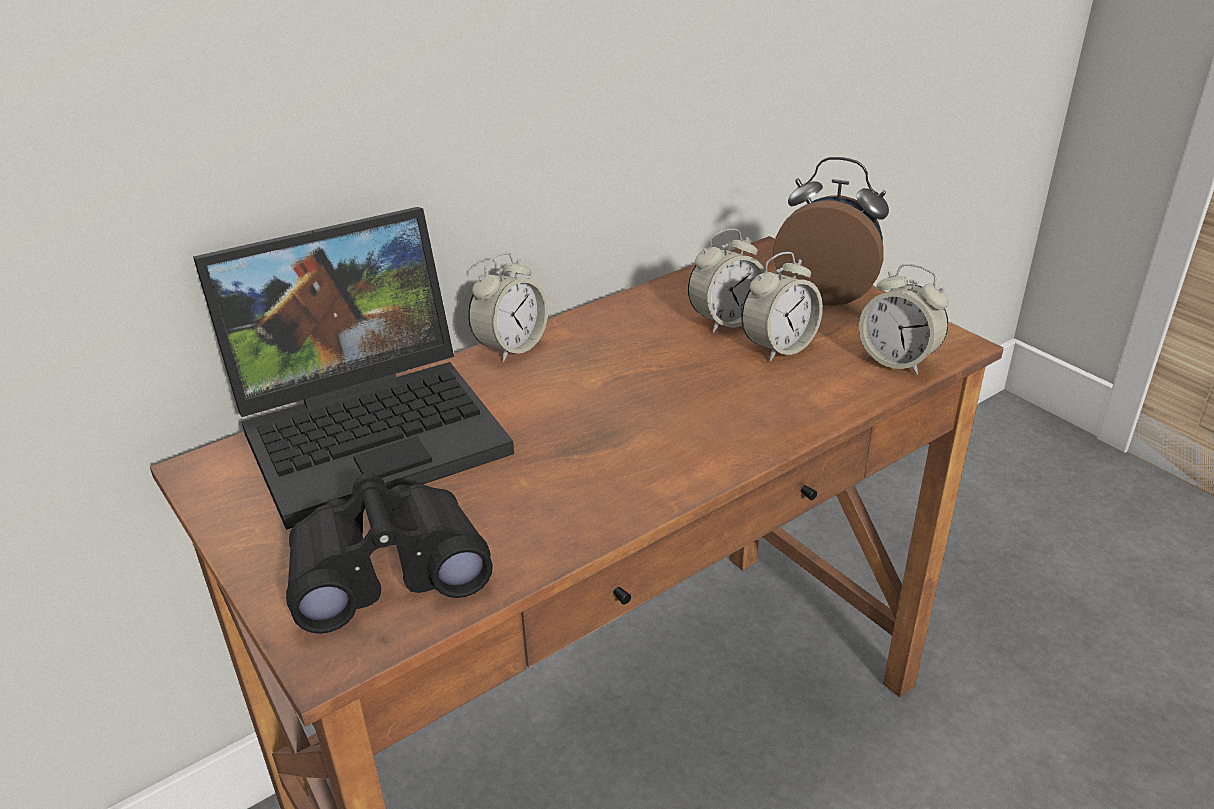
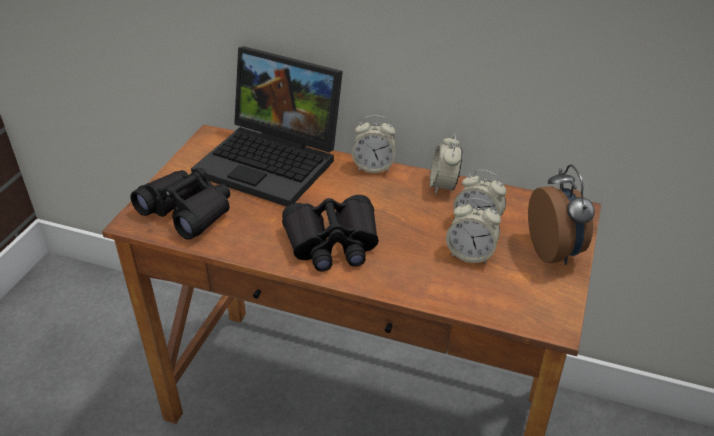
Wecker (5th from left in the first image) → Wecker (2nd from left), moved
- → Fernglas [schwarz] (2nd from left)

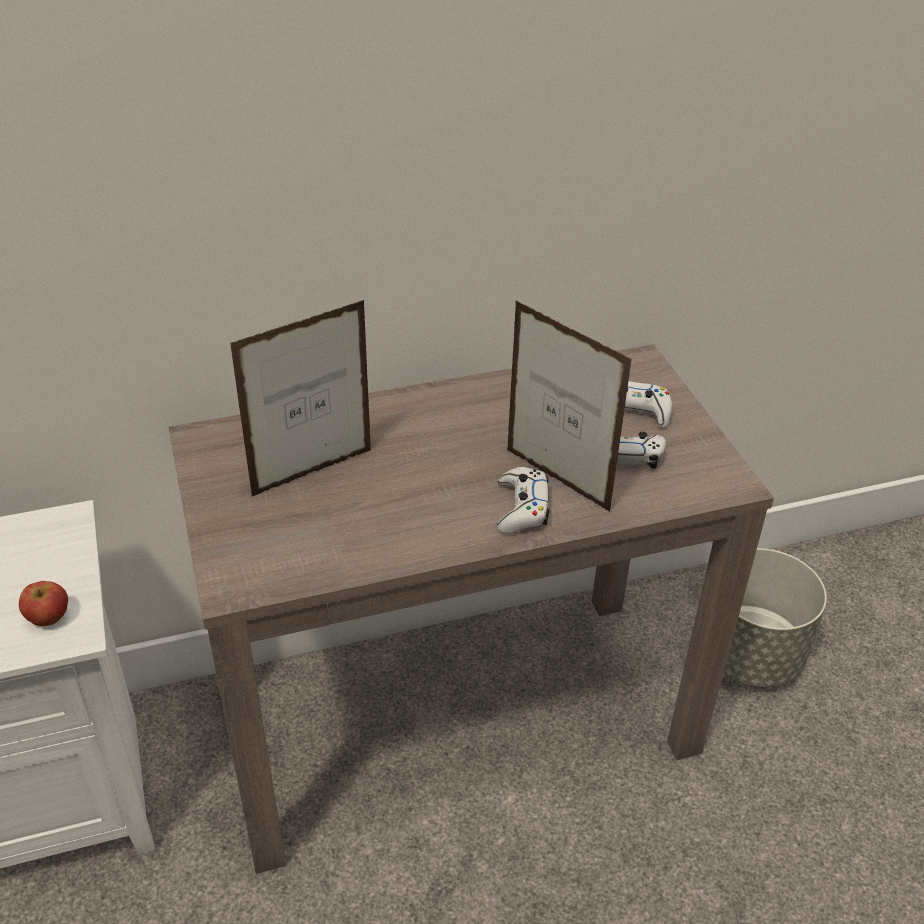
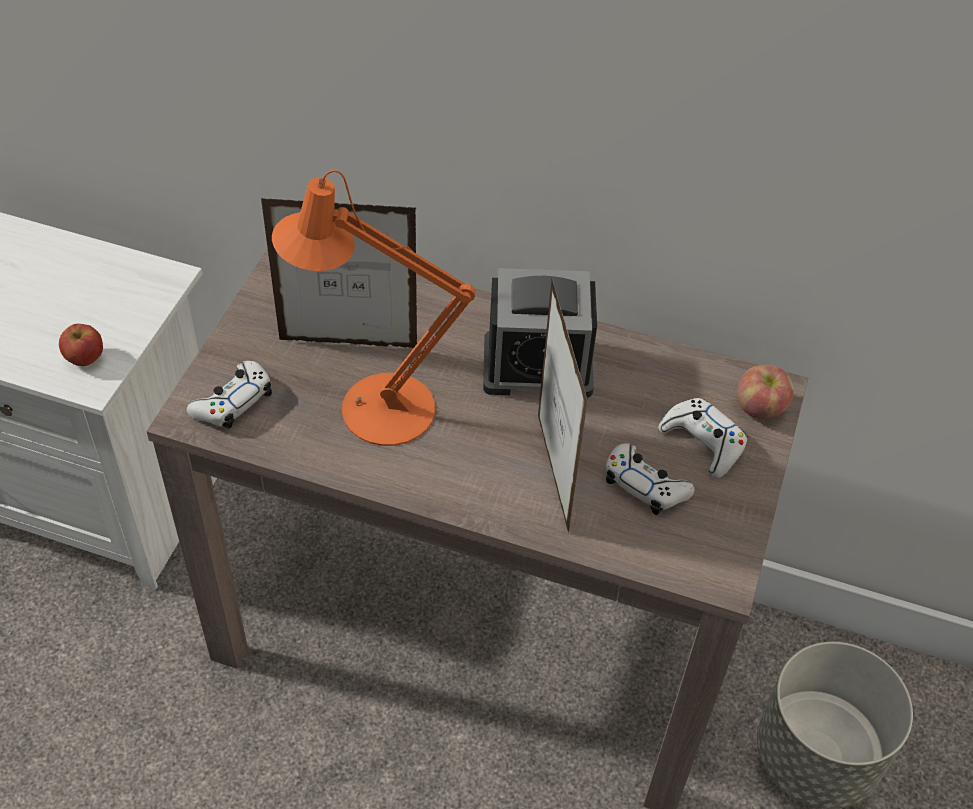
Gamepad [weiß] (1st from left), moved
- → Tischlampe [orange]
- → Wecker
- → Apfel (2nd from left)

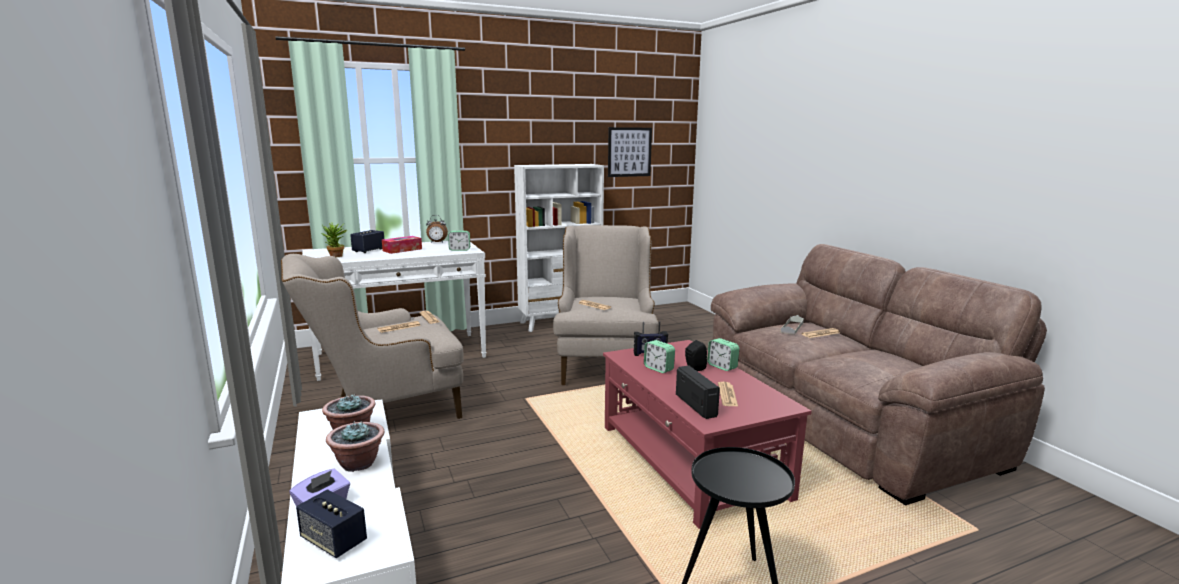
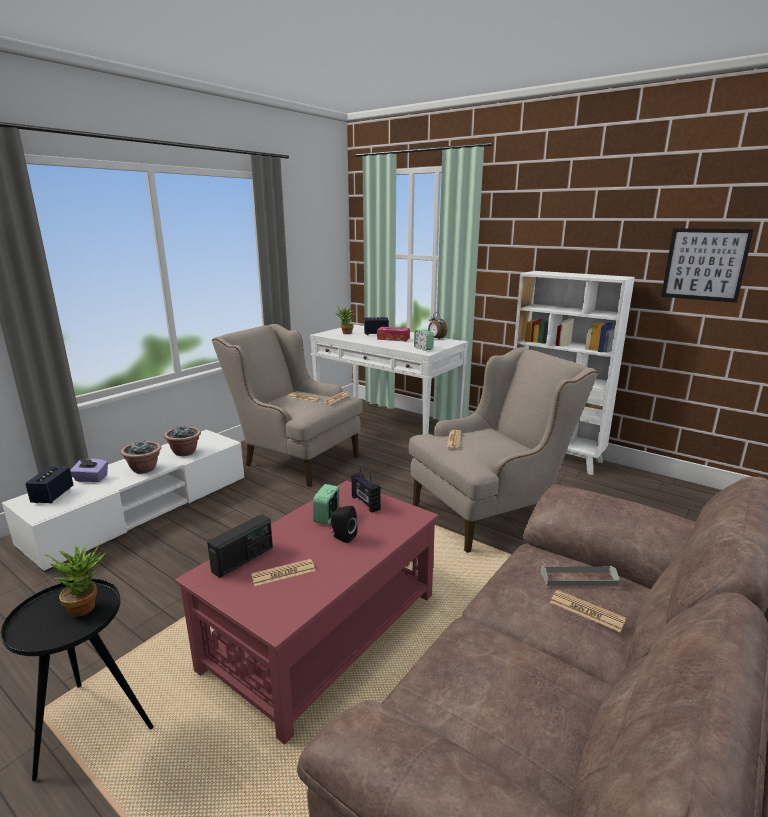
Wecker (4th from left) → -
- → Topfpflanze (1st from left)

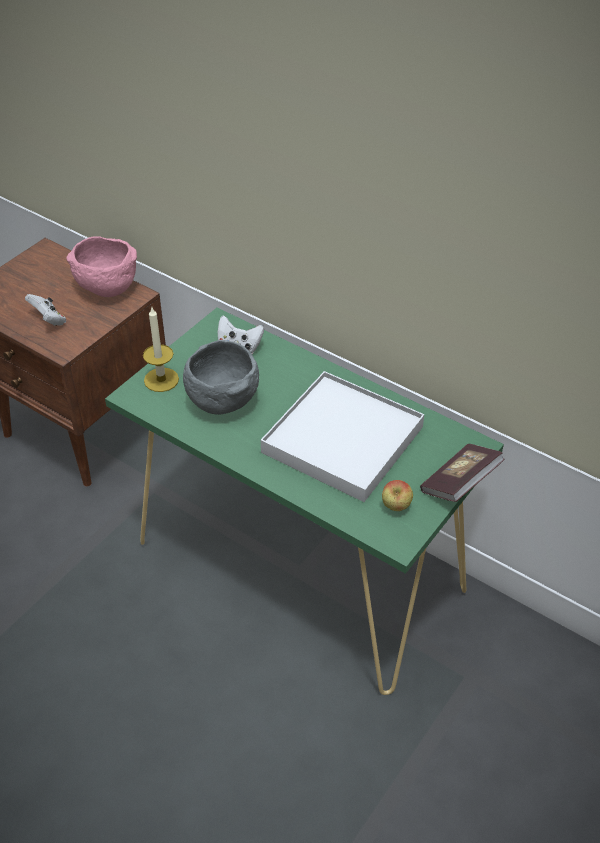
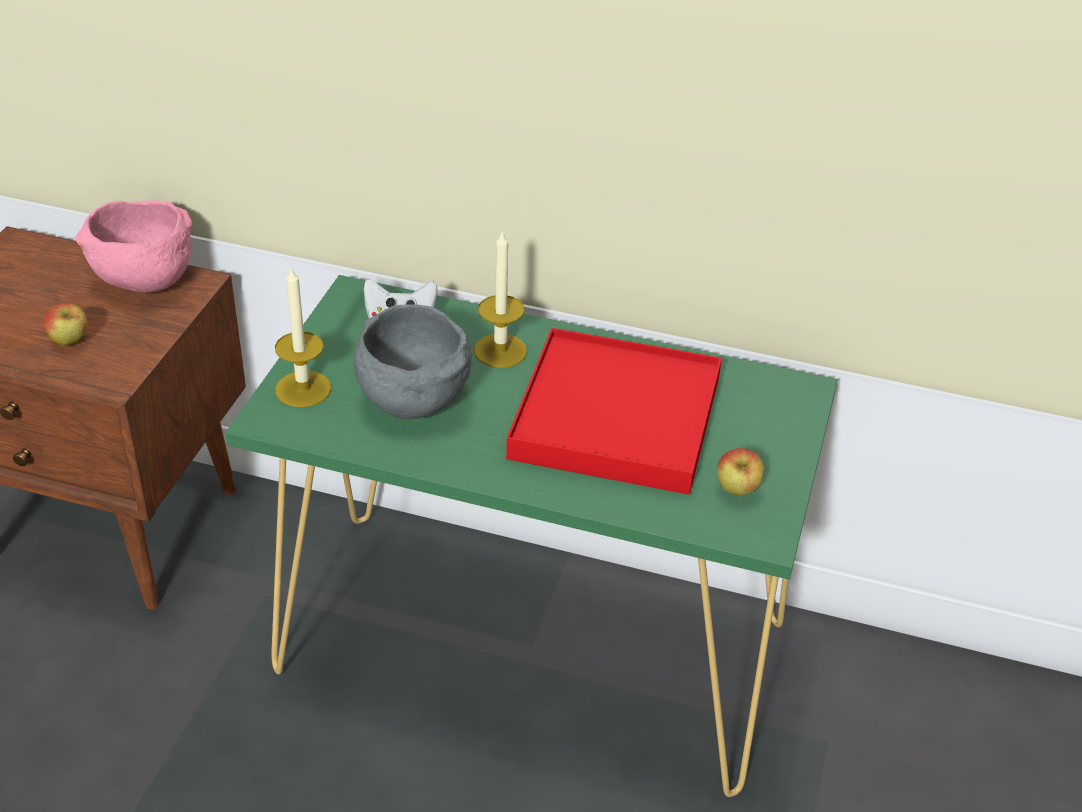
Gamepad [weiß] (1st from left) → Apfel (1st from left)
Tablett [weiß] → Tablett [rot]
Buch → -
- → Kerze (2nd from left)

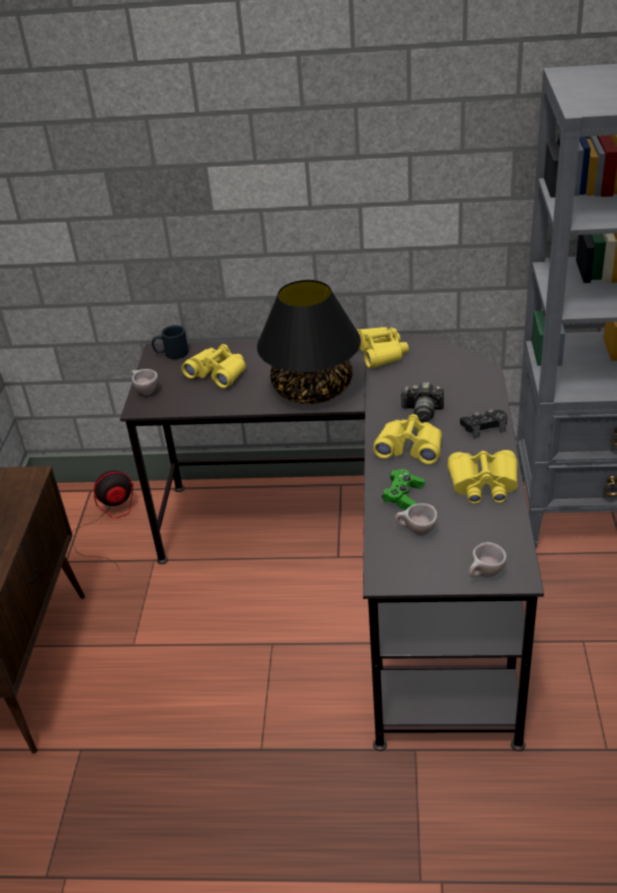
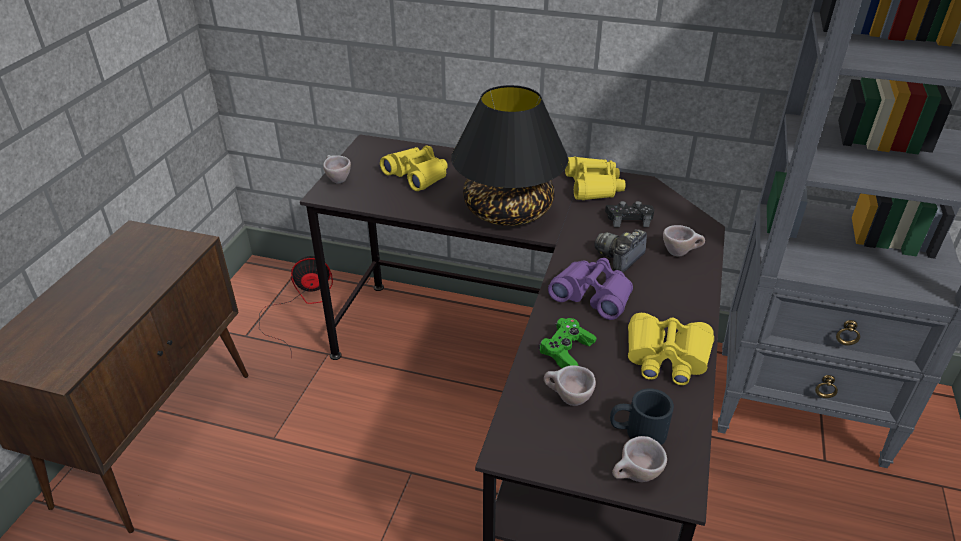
Henkelbecher [schwarz], moved
Kamera, 105 degrees clockwise
Gamepad [schwarz], moved
Fernglas [gelb] (3rd from left) → Fernglas [lila]
- → Tasse [beige] (4th from left)

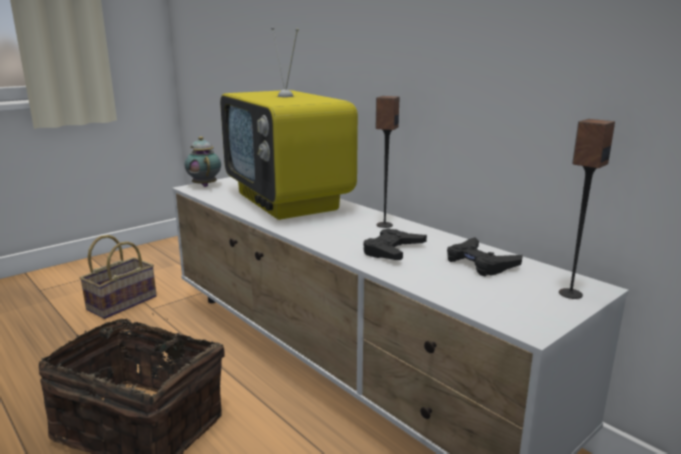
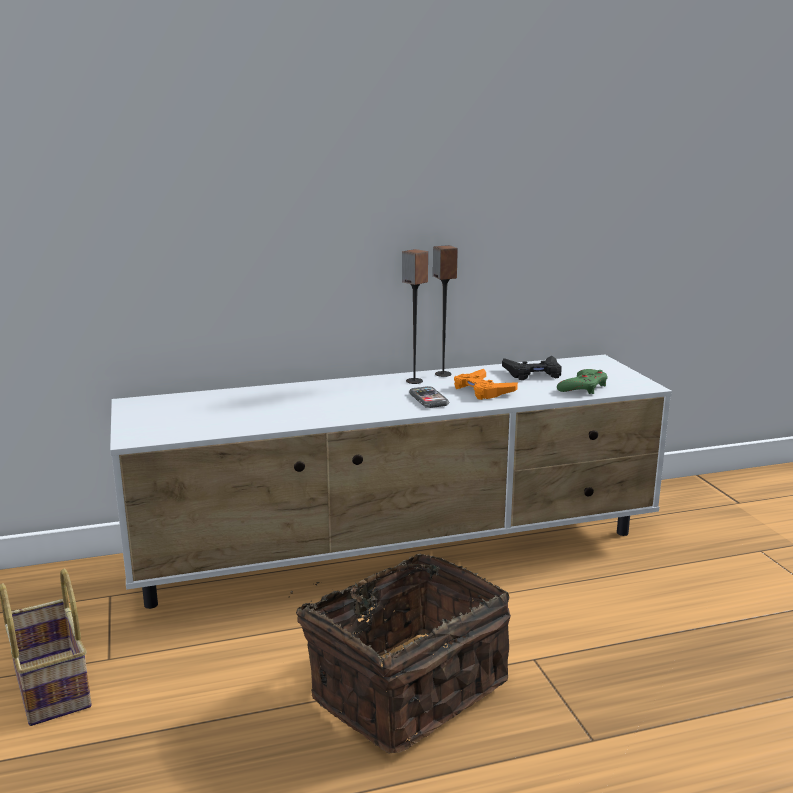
Fernseher → -
Lautsprecher (2nd from left), moved
Teekanne → -
Gamepad [schwarz] (1st from left) → Gamepad [orange]
- → Gamepad [grün]
- → Handy

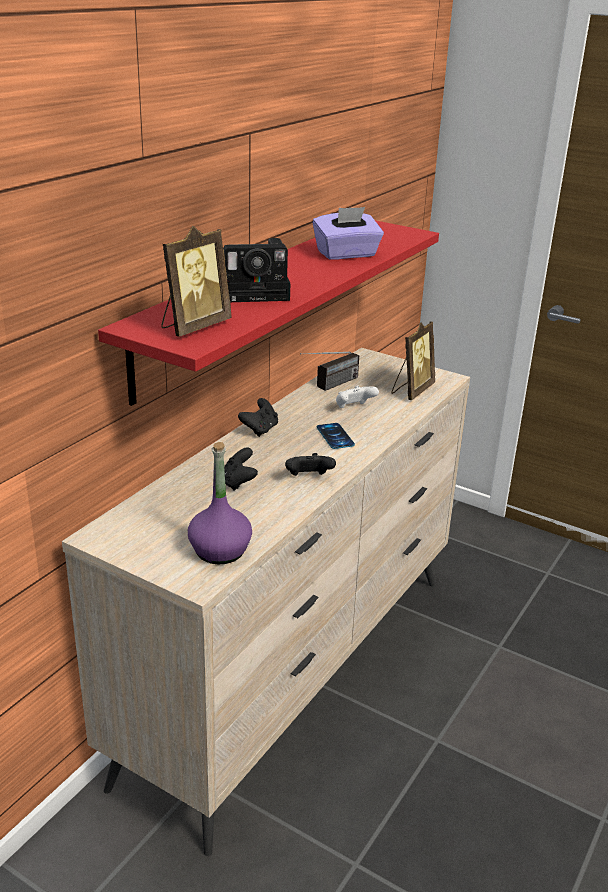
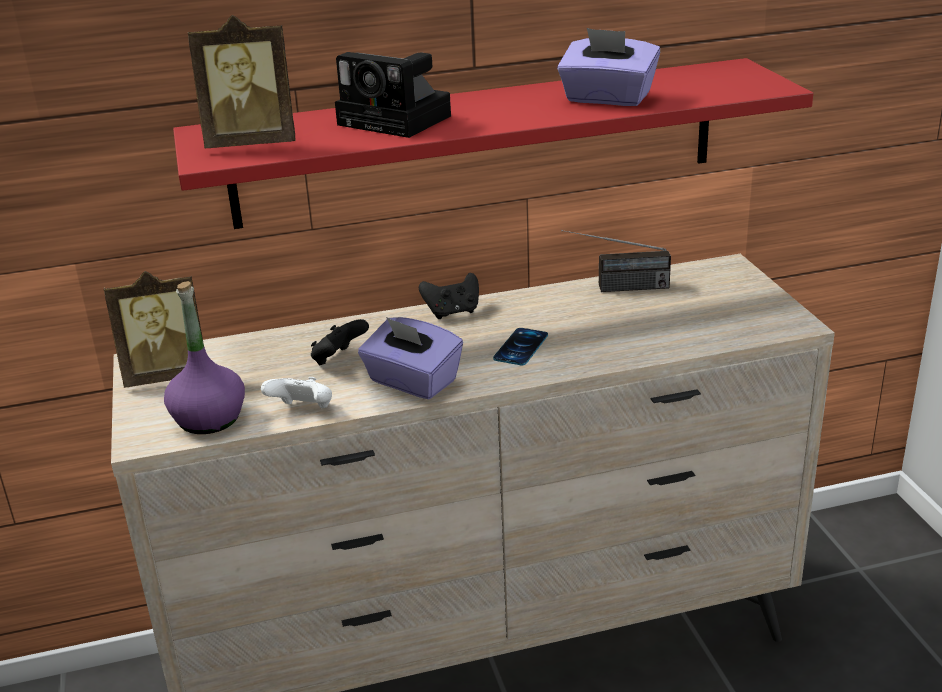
Bilderrahmen (2nd from left in the first image) → Bilderrahmen (1st from left), moved
Gamepad [weiß], moved
Gamepad [schwarz] (3rd from left) → Taschentuchbox [lila] (1st from left)

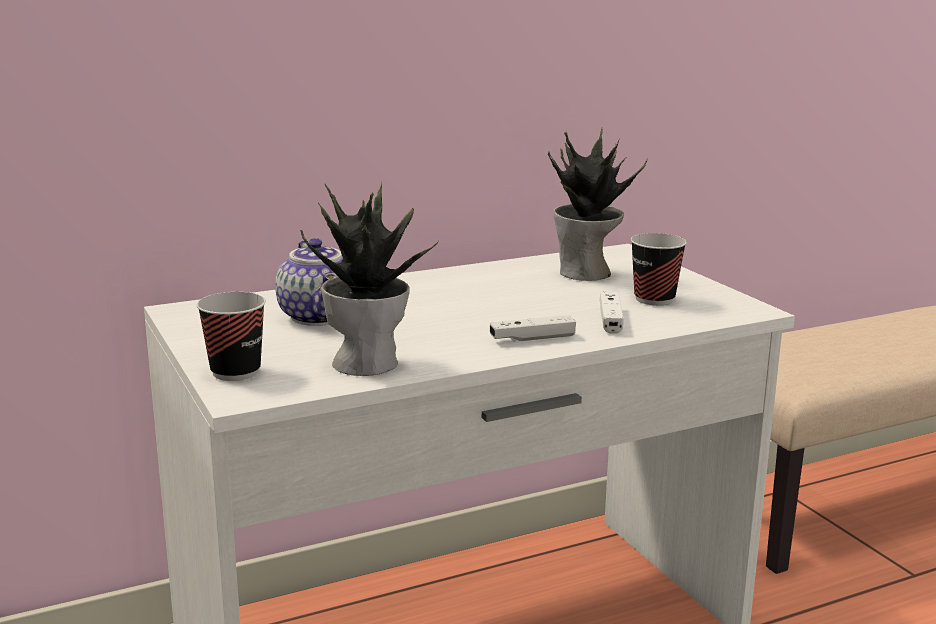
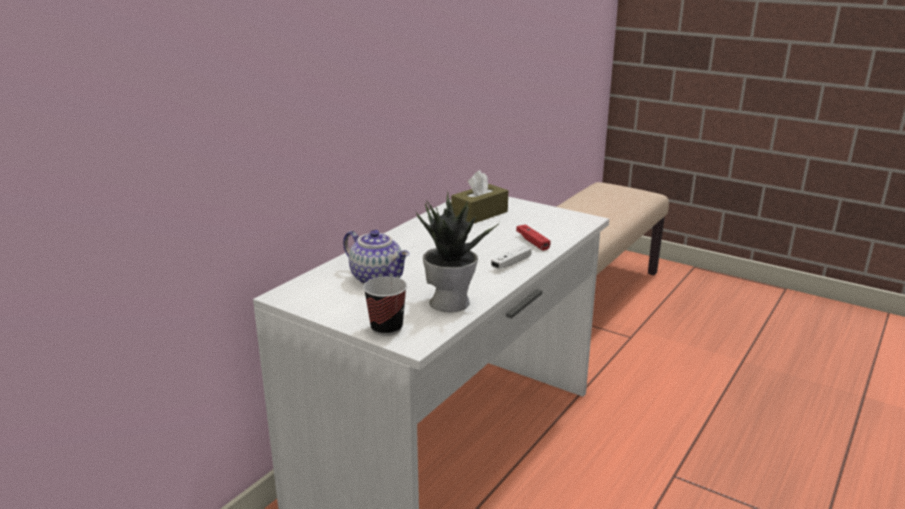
Topfpflanze (2nd from left) → Taschentuchbox [braun]
Tasse (2nd from left) → -
Gamepad [weiß] (2nd from left) → Gamepad [rot]

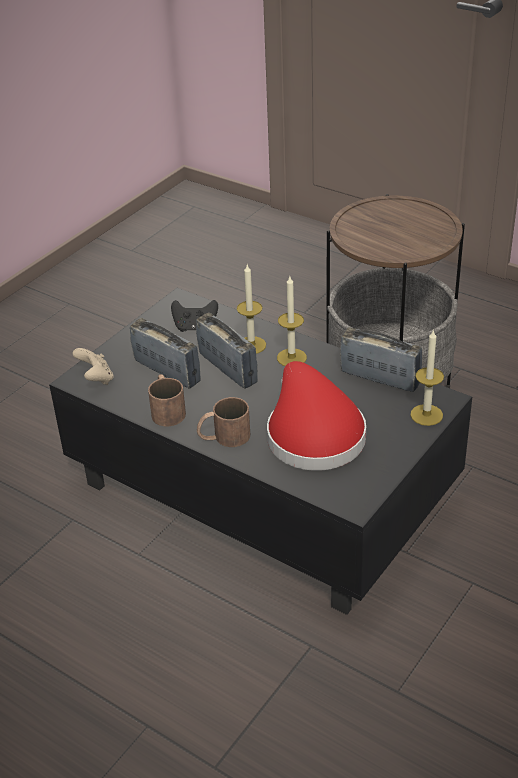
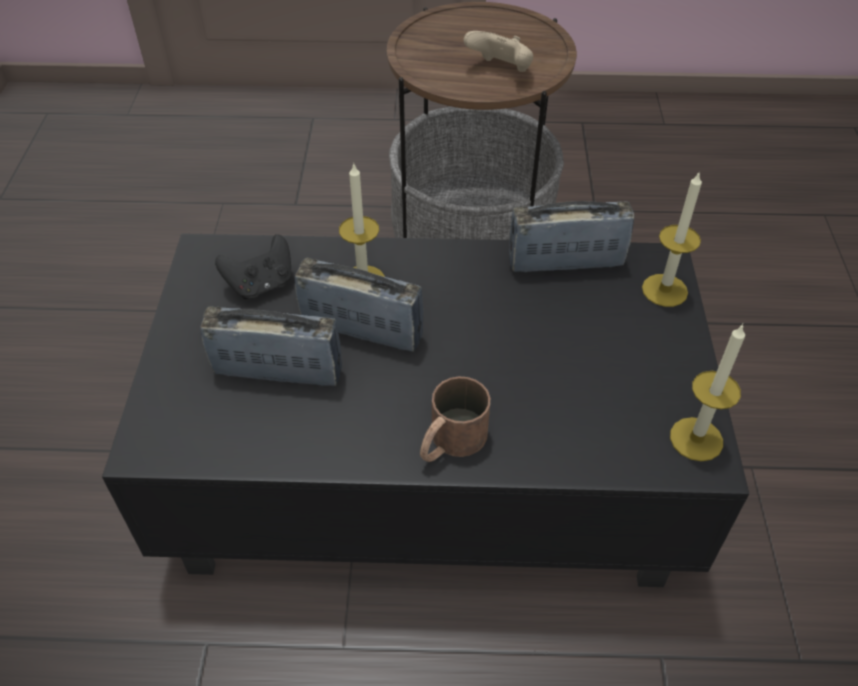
Kerze (2nd from left in the first image) → Kerze (3rd from left), moved
Gamepad [beige], moved
Hut [rot] → -
Henkelbecher [braun] (1st from left) → -

